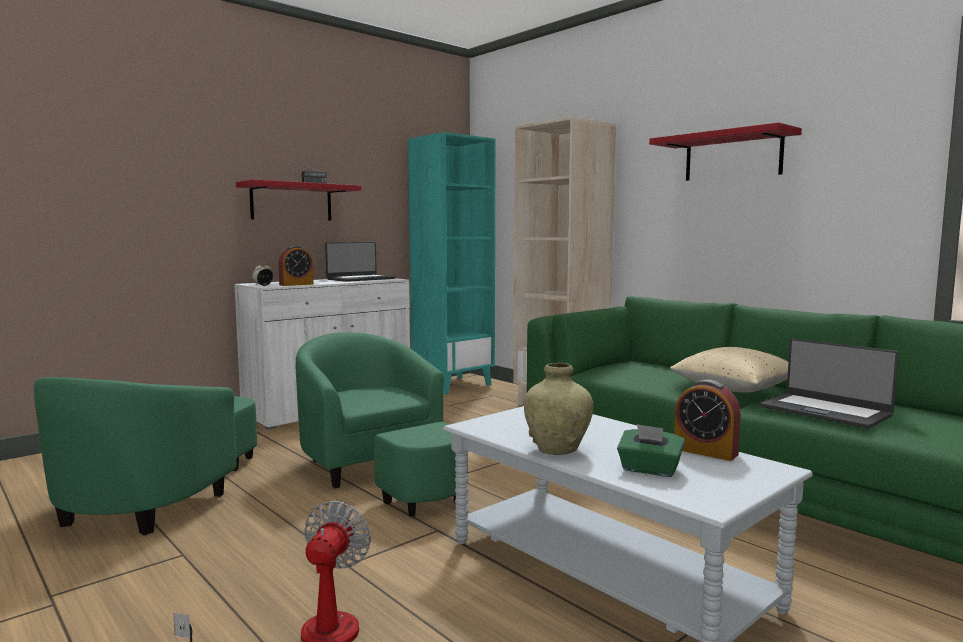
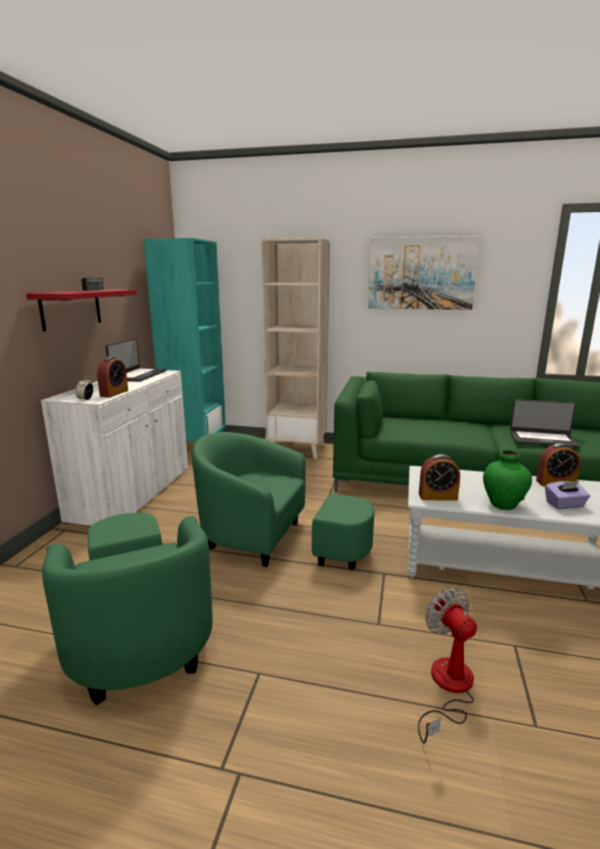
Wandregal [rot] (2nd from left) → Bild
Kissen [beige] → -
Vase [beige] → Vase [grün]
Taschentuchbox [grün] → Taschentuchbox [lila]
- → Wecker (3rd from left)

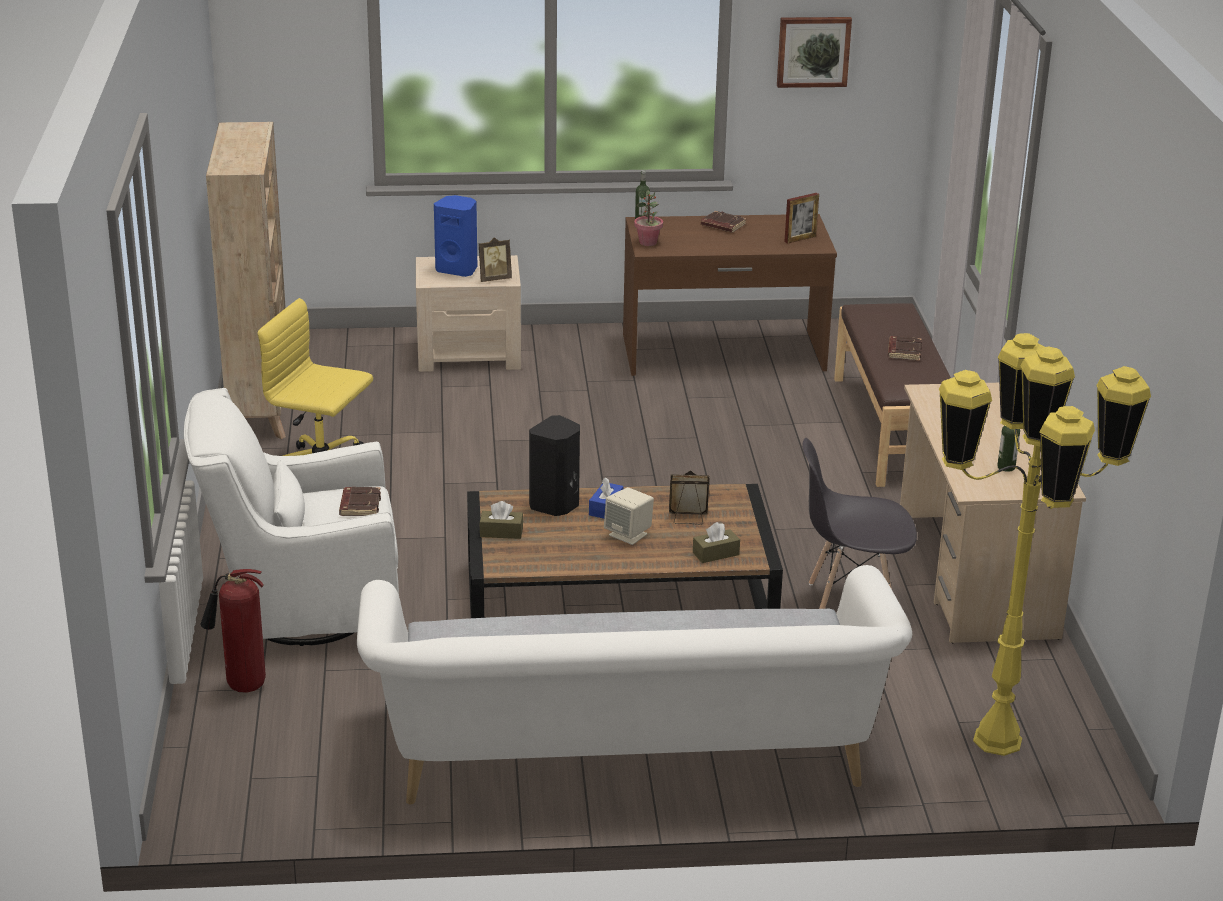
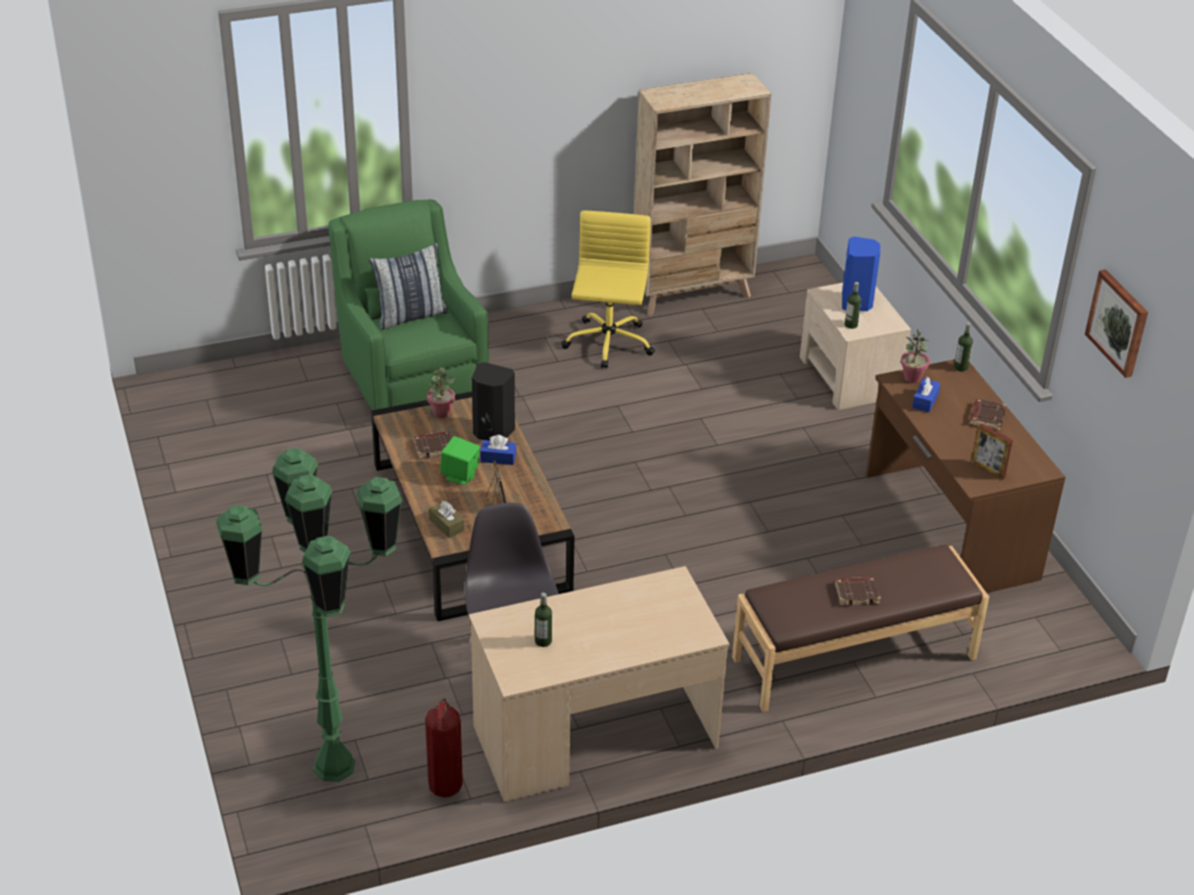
Bilderrahmen (1st from left) → Flasche (2nd from left)
Stehlampe [gelb] → Stehlampe [grün]
Sessel [weiß] → Sessel [grün]
Buch [braun] (1st from left), moved
Lautsprecher [beige] → Lautsprecher [grün]
Taschentuchbox [braun] (1st from left) → Topfpflanze (1st from left)
Sofa [weiß] → -
Feuerlöscher, moved
- → Kissen
- → Taschentuchbox [blau] (2nd from left)

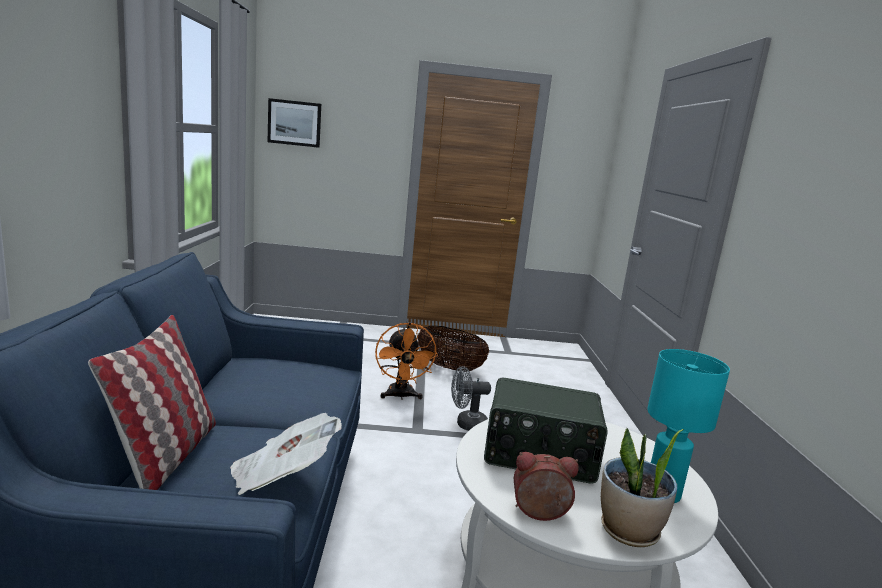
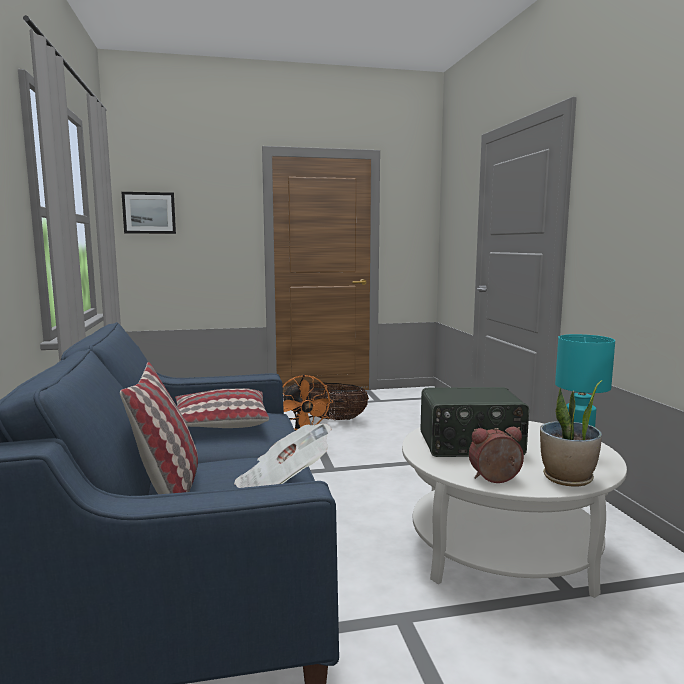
Ventilator [grau] → -
- → Kissen (2nd from left)

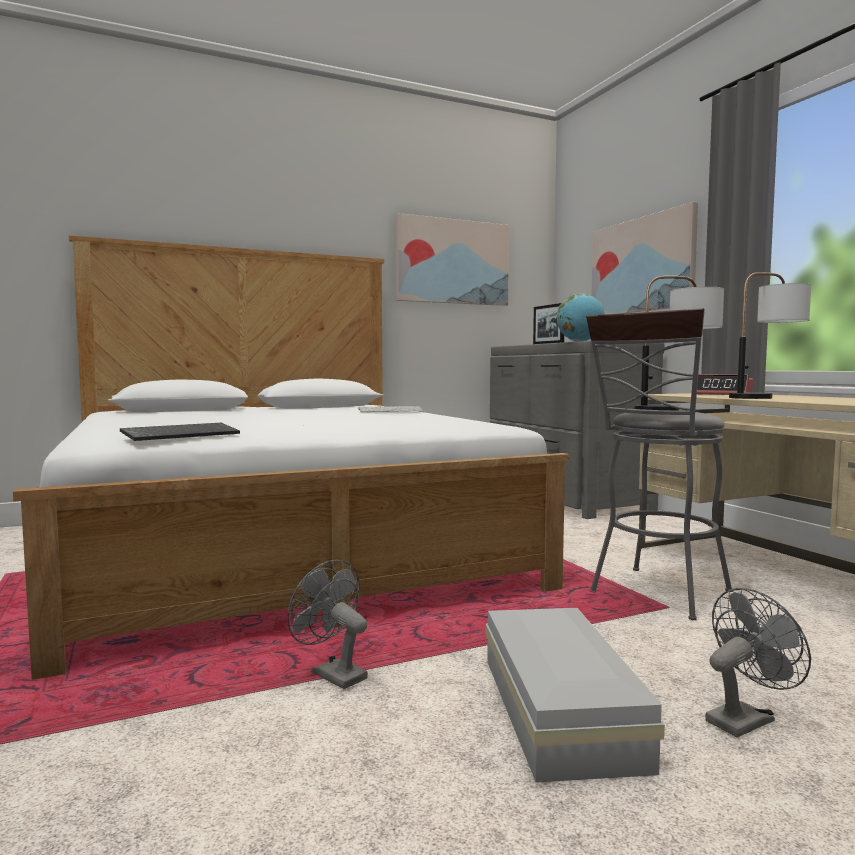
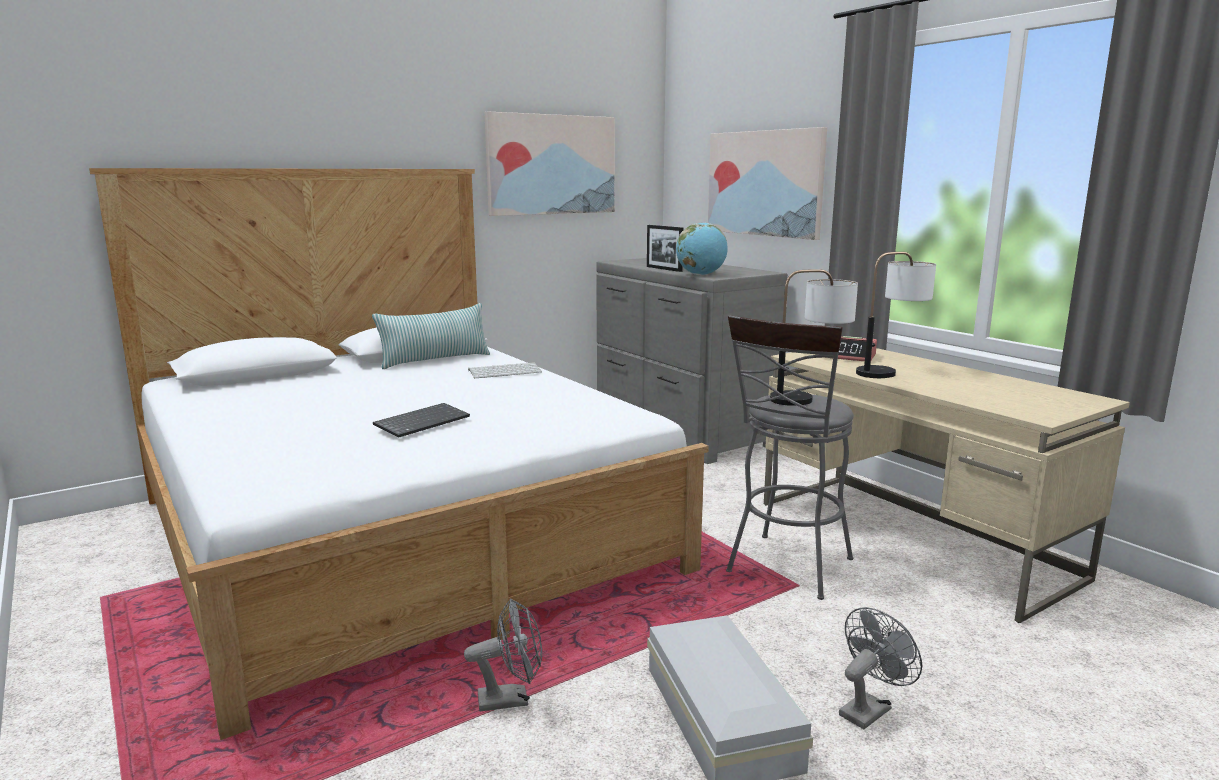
Tastatur (1st from left), moved
Ventilator [grau] (1st from left), 135 degrees clockwise
- → Kissen

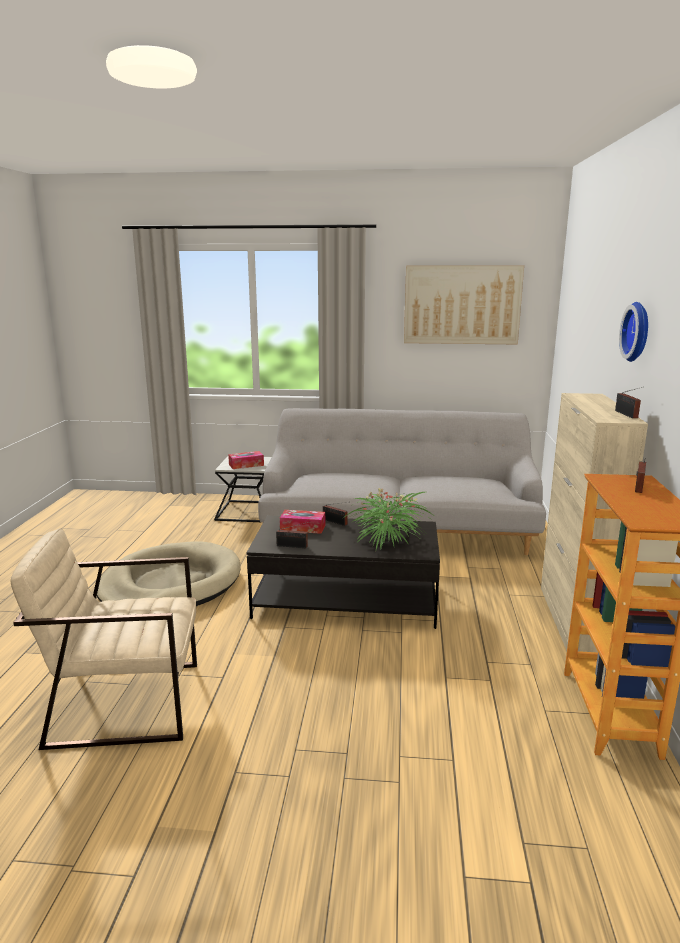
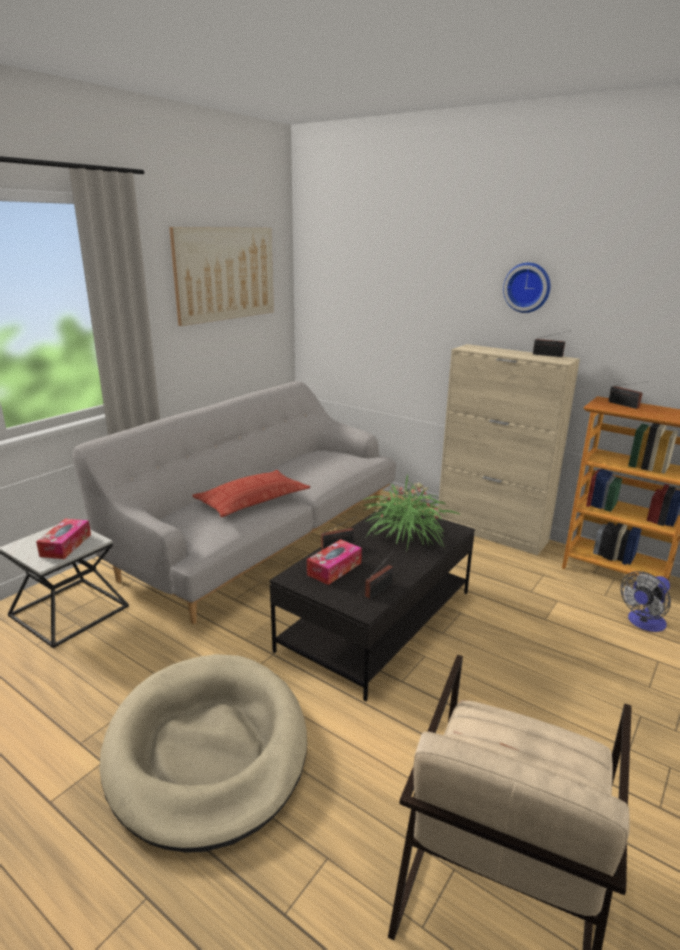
- → Kissen
- → Ventilator

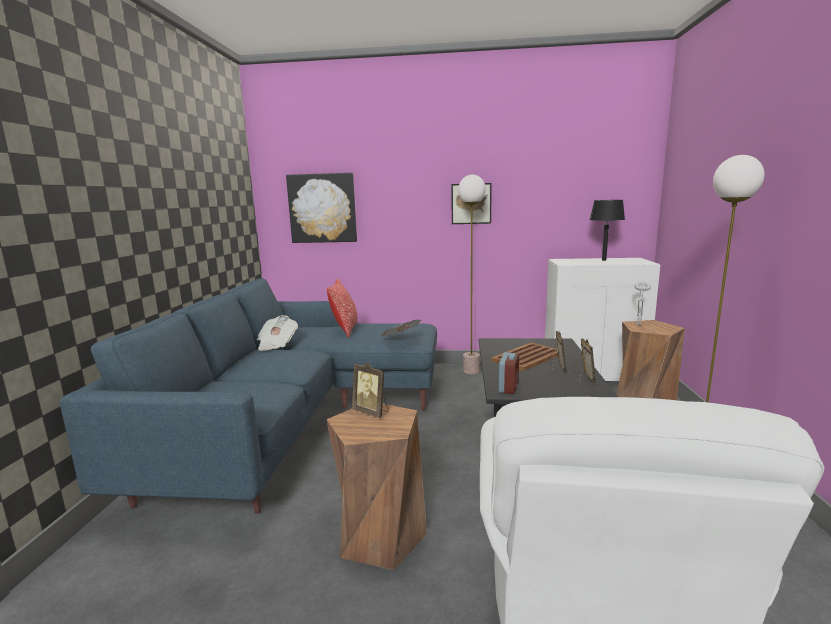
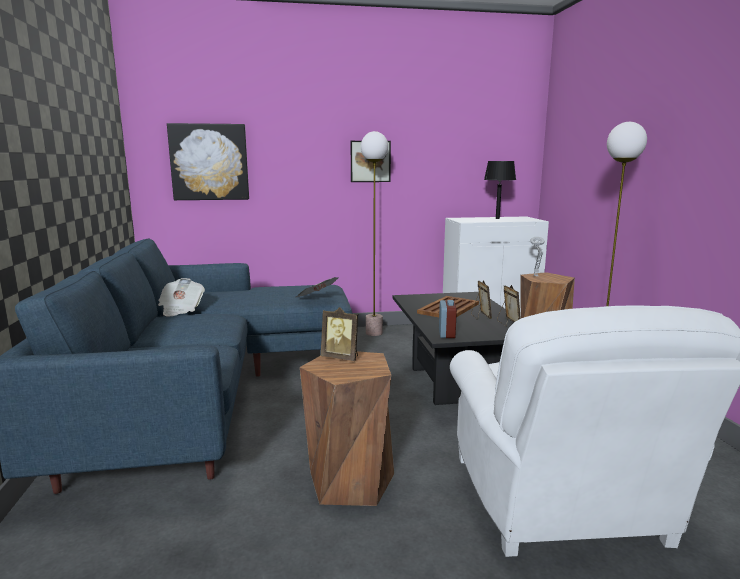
Kissen → -

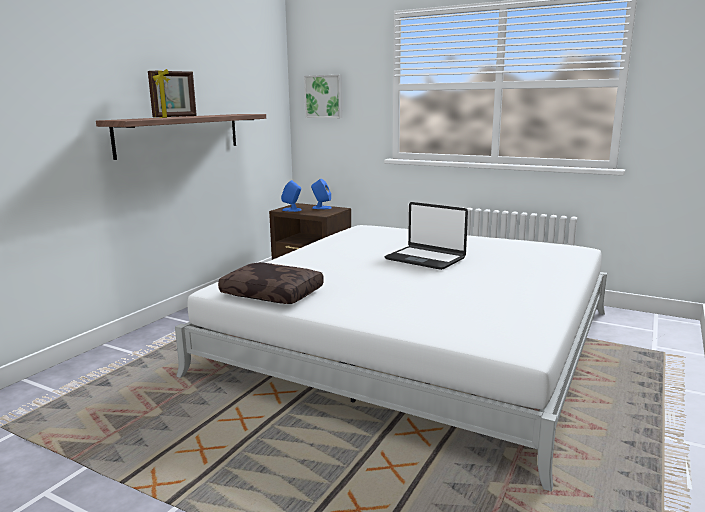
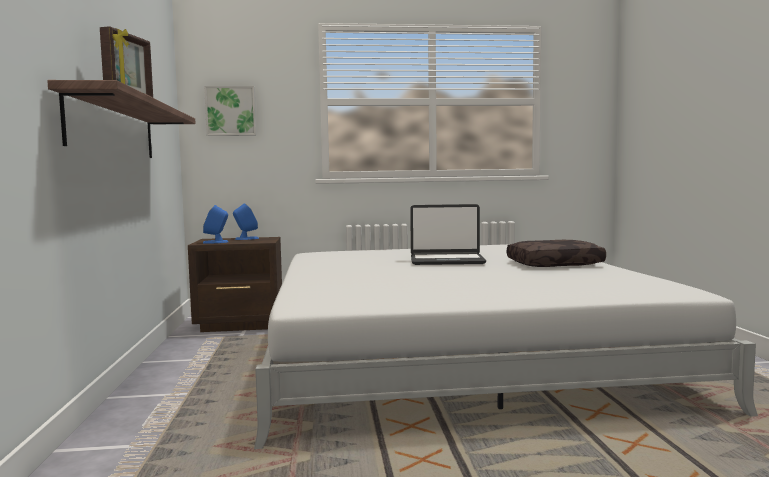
Kissen [braun], moved

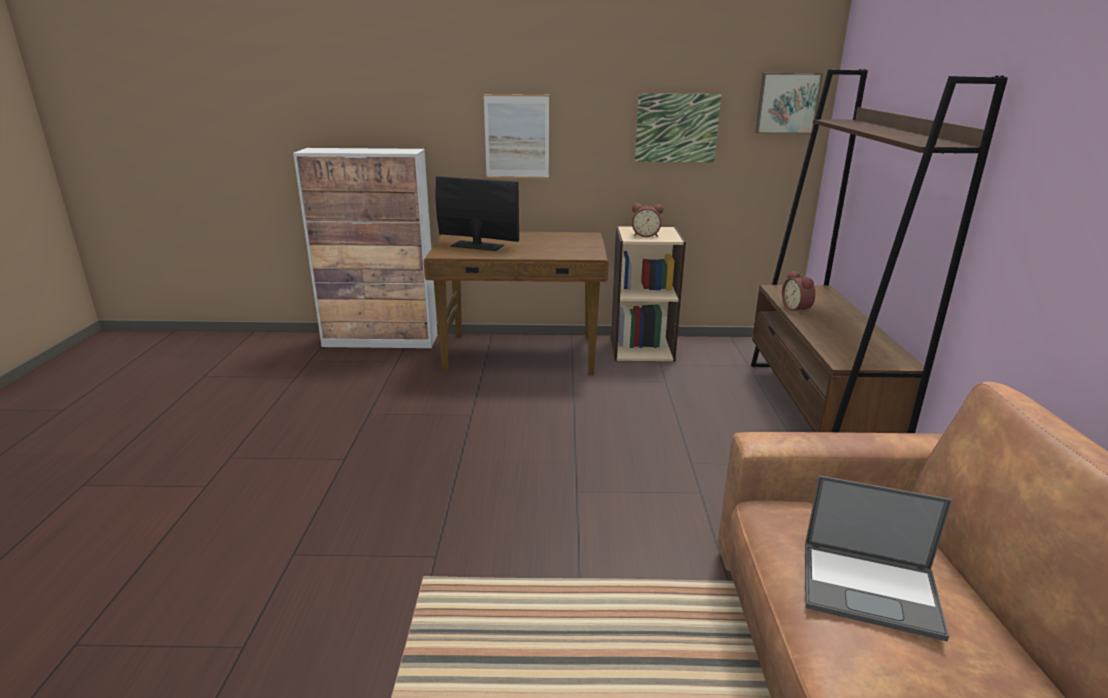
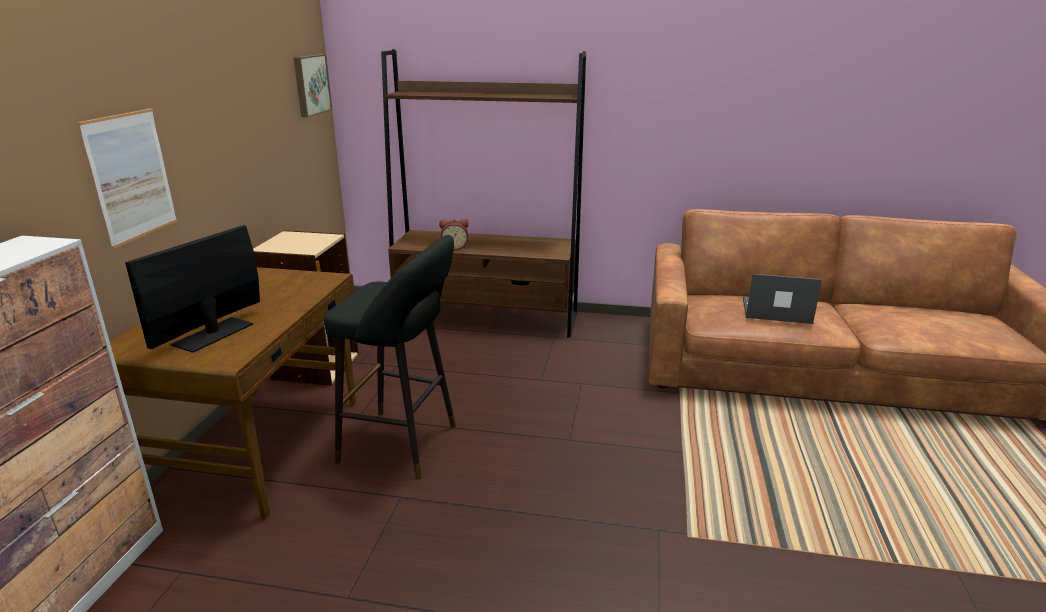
Bild (2nd from left) → -
Wecker (1st from left) → -
Laptop, 105 degrees counterclockwise
- → Hocker [schwarz]

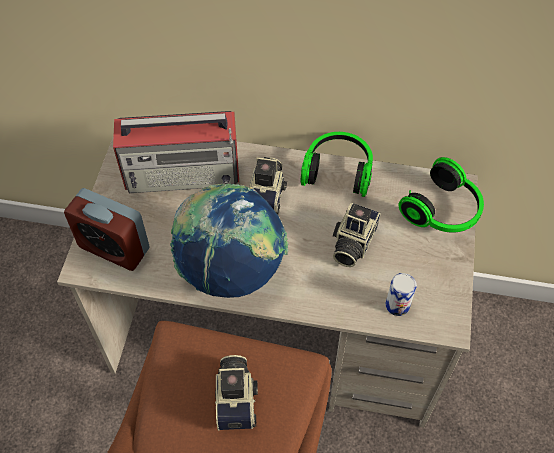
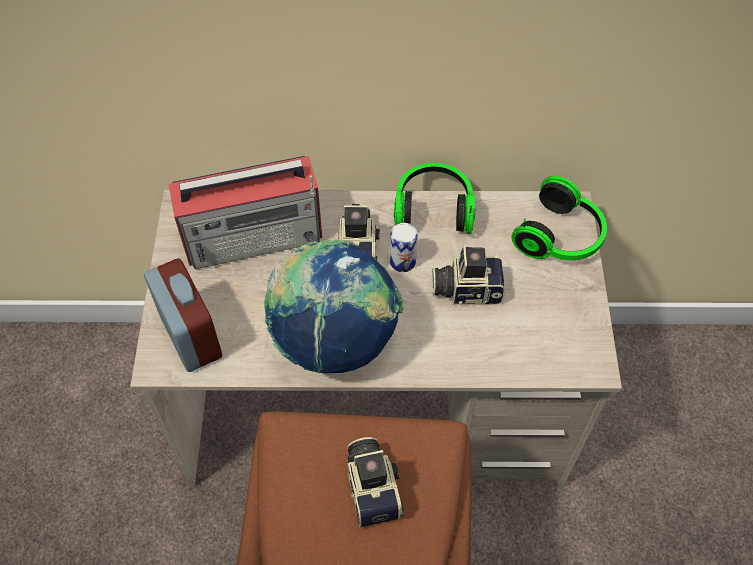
Wecker, 135 degrees counterclockwise
Kamera (3rd from left), 75 degrees clockwise
Dose, moved

